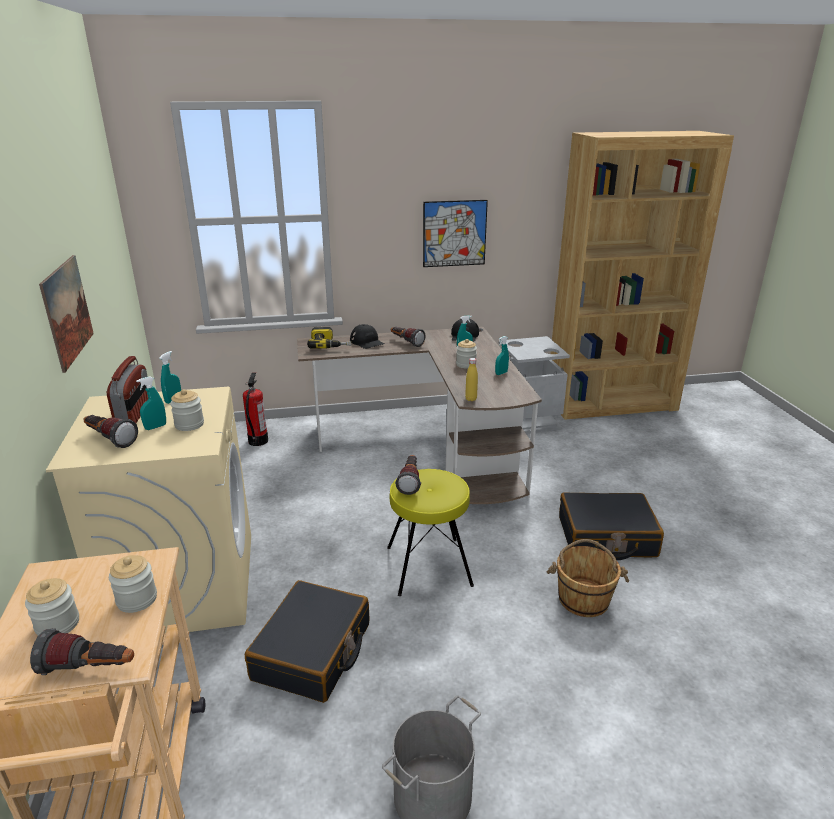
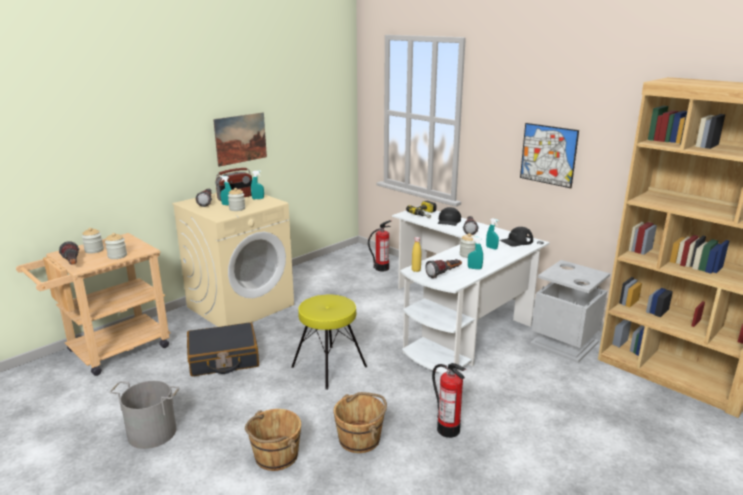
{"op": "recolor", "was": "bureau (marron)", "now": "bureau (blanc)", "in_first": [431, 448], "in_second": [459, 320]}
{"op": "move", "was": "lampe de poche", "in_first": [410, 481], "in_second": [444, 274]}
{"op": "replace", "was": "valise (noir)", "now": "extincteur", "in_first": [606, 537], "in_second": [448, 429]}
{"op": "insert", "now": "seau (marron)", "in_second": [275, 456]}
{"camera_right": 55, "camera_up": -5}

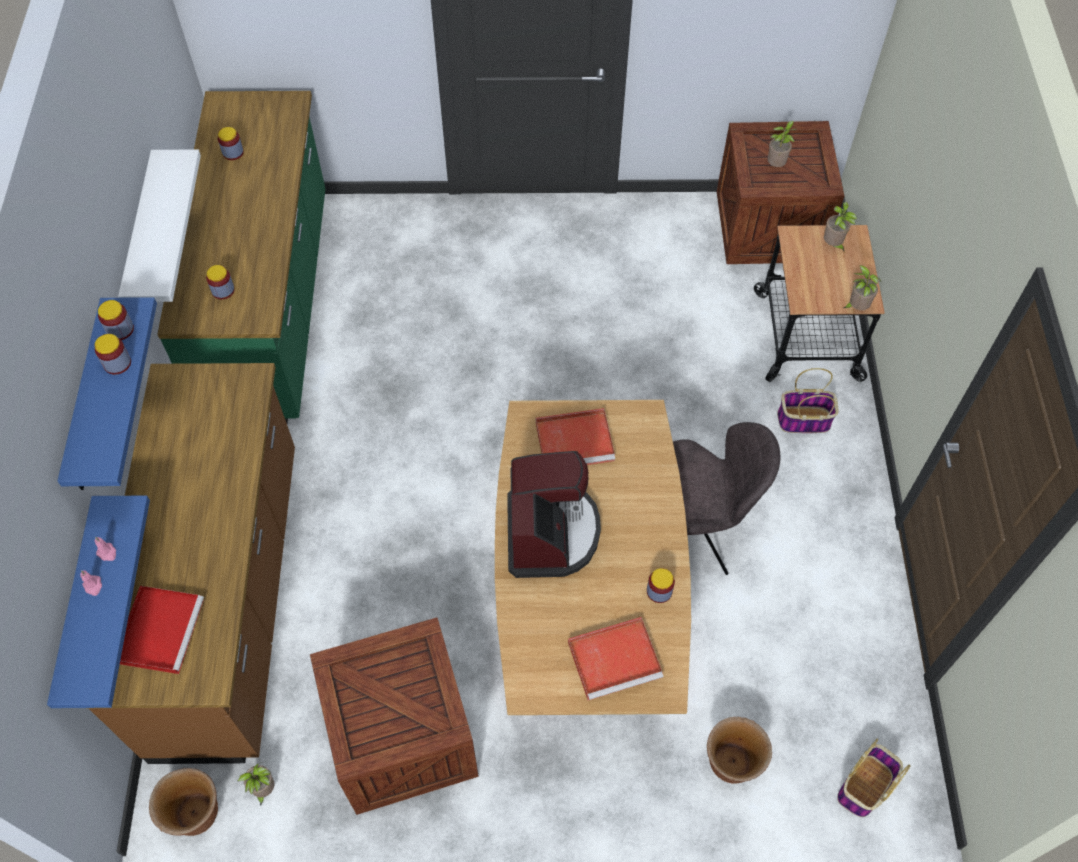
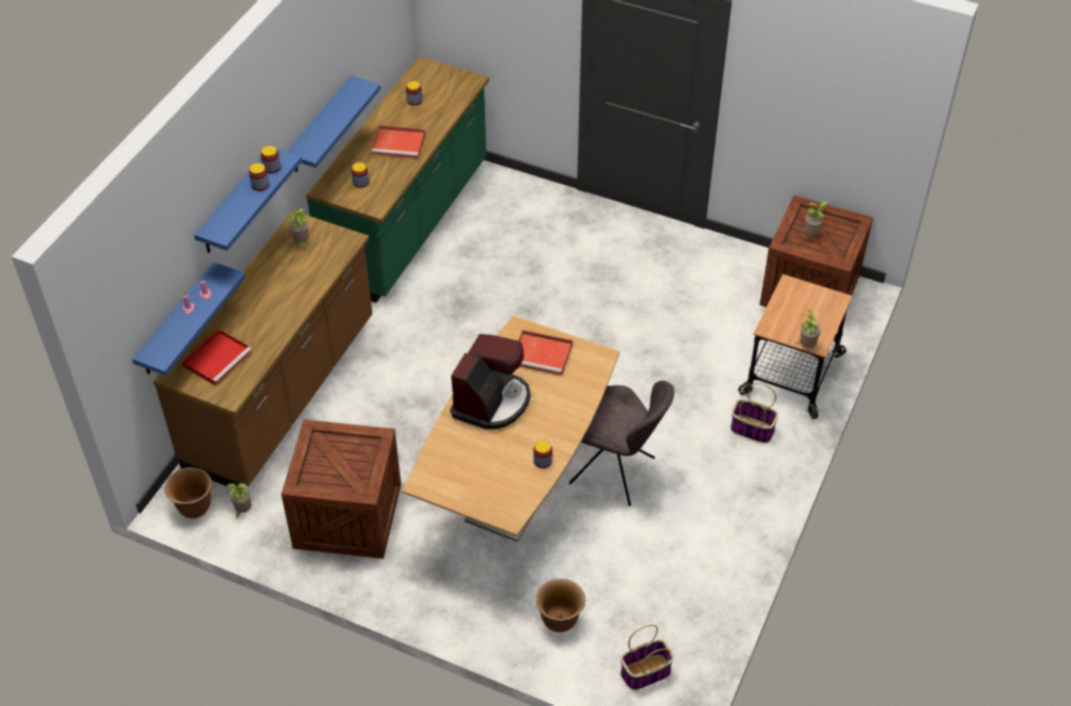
{"op": "recolor", "was": "étagère (blanc)", "now": "étagère (bleu)", "in_first": [142, 236], "in_second": [320, 126]}
{"op": "move", "was": "plateau (rouge)", "in_first": [616, 658], "in_second": [400, 144]}
{"op": "move", "was": "plante en pot", "in_first": [833, 245], "in_second": [301, 243]}
{"camera_right": 25, "camera_up": -10}

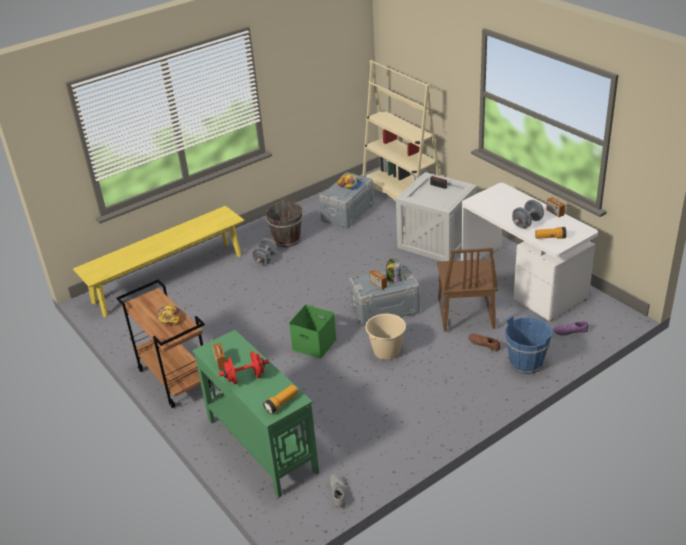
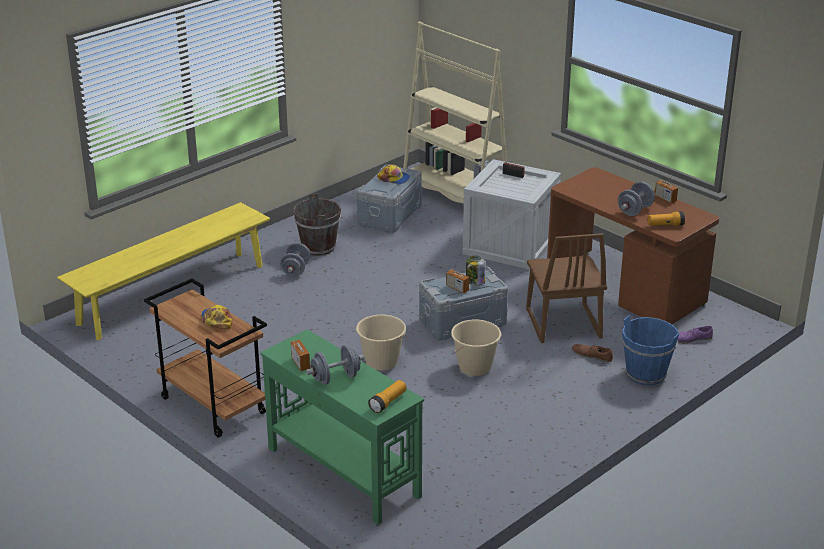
{"op": "recolor", "was": "haltère (rouge)", "now": "haltère (gris)", "in_first": [245, 377], "in_second": [335, 378]}
{"op": "replace", "was": "boîte de rangement (vert)", "now": "seau (beige)", "in_first": [313, 344], "in_second": [381, 362]}
{"op": "delete", "was": "chaussure (gris)", "in_first": [338, 493]}
{"op": "recolor", "was": "bureau (blanc)", "now": "bureau (marron)", "in_first": [523, 282], "in_second": [626, 289]}
{"camera_right": -10, "camera_up": -5}

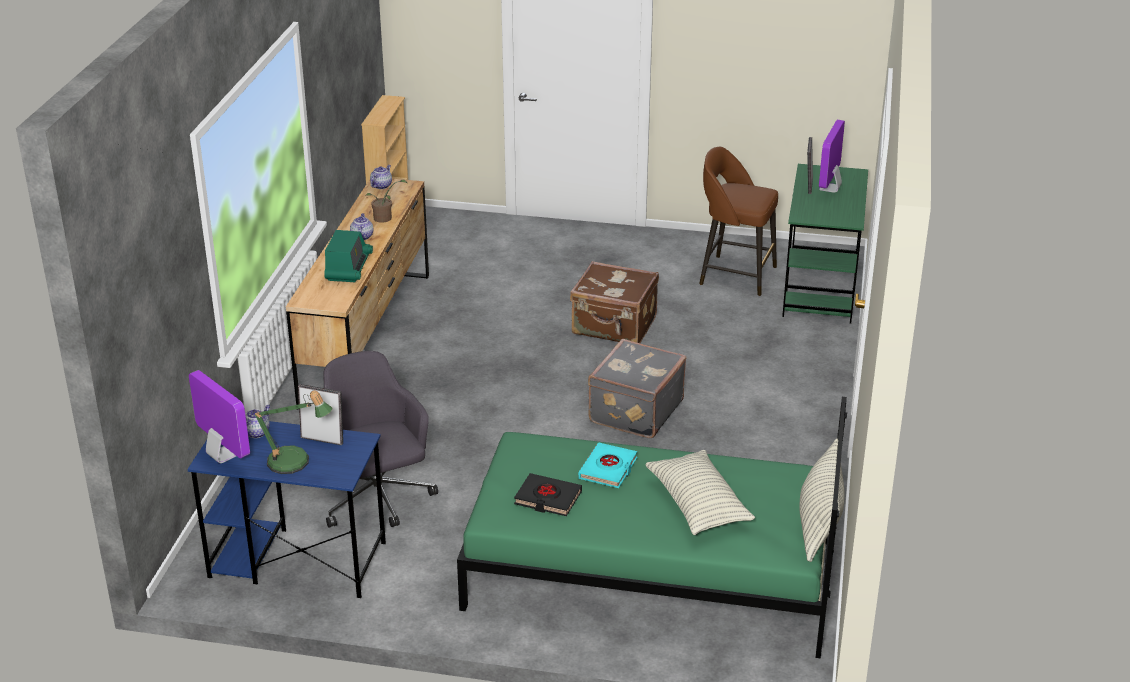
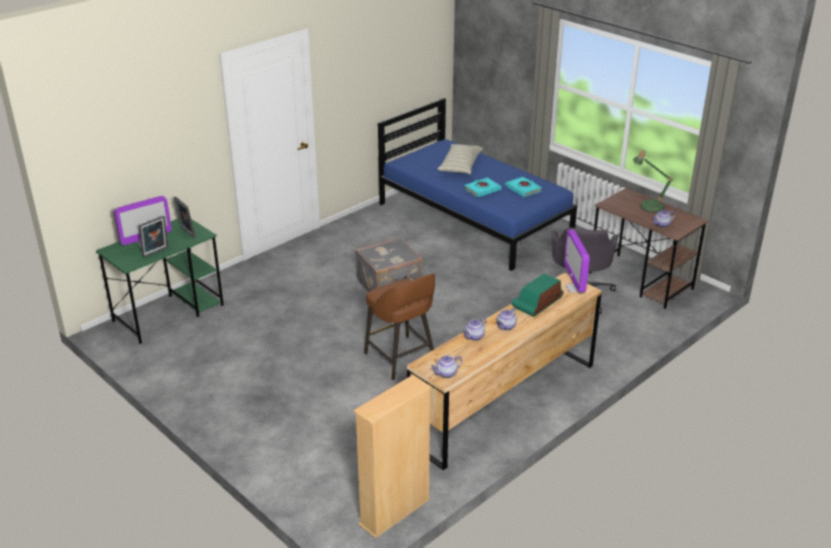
{"op": "recolor", "was": "bureau (bleu)", "now": "bureau (marron)", "in_first": [296, 560], "in_second": [641, 281]}
{"op": "move", "was": "écran d'ordinateur", "in_first": [222, 455], "in_second": [575, 288]}
{"op": "move", "was": "cadre photo", "in_first": [323, 439], "in_second": [186, 233]}
{"op": "replace", "was": "plante en pot", "now": "théière", "in_first": [385, 219], "in_second": [474, 337]}
{"op": "recolor", "was": "lit (vert)", "now": "lit (bleu)", "in_first": [650, 573], "in_second": [474, 219]}
{"op": "recolor", "was": "livre (noir)", "now": "livre (turquoise)", "in_first": [547, 499], "in_second": [523, 189]}
{"op": "delete", "was": "valise (marron)", "in_first": [614, 326]}
{"op": "move", "was": "tabouret (marron)", "in_first": [735, 275], "in_second": [401, 359]}
{"op": "delete", "was": "coussin", "in_first": [819, 524]}
{"camera_right": -145, "camera_up": 0}

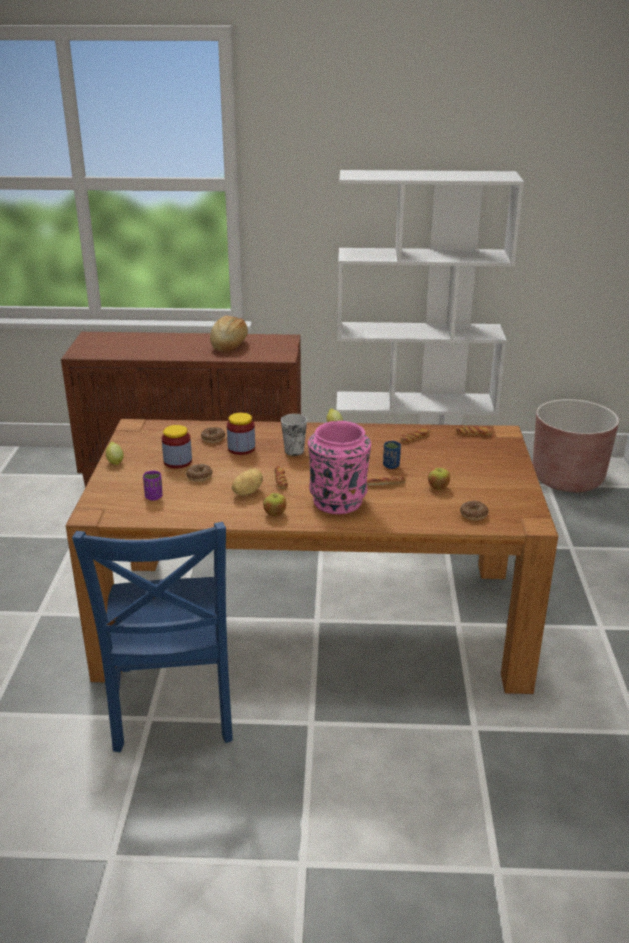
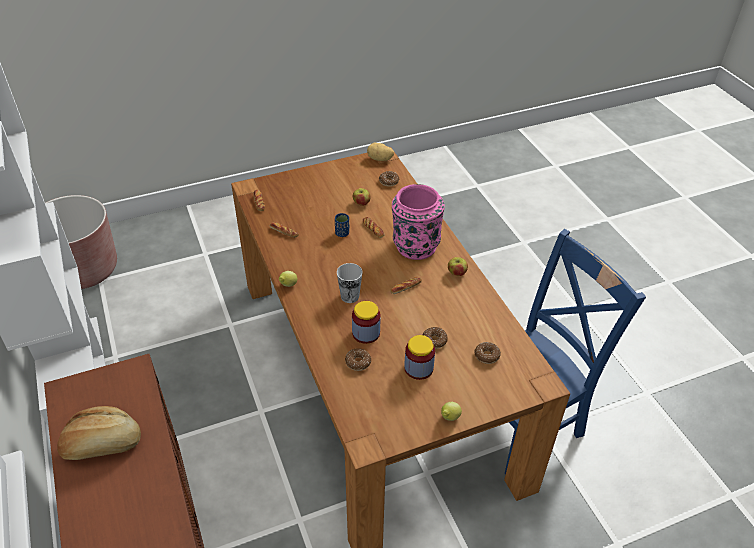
{"op": "replace", "was": "tasse (violet)", "now": "beignet", "in_first": [154, 497], "in_second": [487, 355]}
{"op": "move", "was": "pomme de terre", "in_first": [247, 492], "in_second": [380, 159]}
{"camera_right": -115, "camera_up": 15}

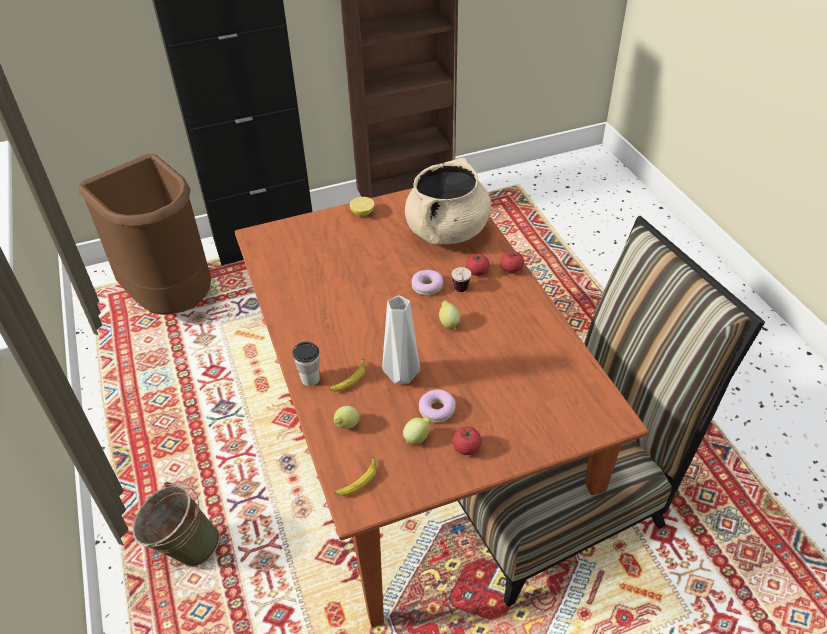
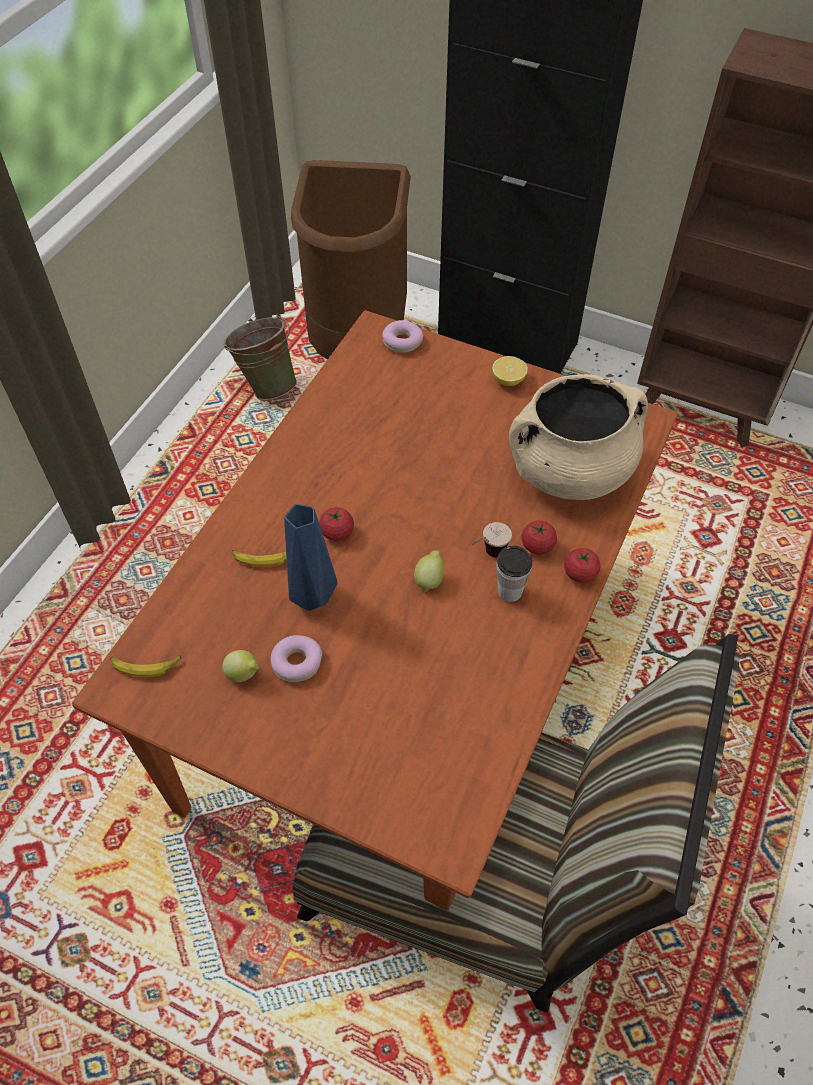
{"op": "move", "was": "seau (vert)", "in_first": [184, 549], "in_second": [266, 384]}
{"op": "move", "was": "tasse", "in_first": [310, 379], "in_second": [509, 591]}
{"op": "delete", "was": "citron", "in_first": [346, 426]}
{"op": "recolor", "was": "vase (gris)", "now": "vase (bleu)", "in_first": [401, 377], "in_second": [310, 598]}
{"op": "move", "was": "beignet", "in_first": [427, 286], "in_second": [402, 342]}
{"op": "move", "was": "tomate", "in_first": [466, 448], "in_second": [337, 532]}
{"camera_right": 45, "camera_up": 10}

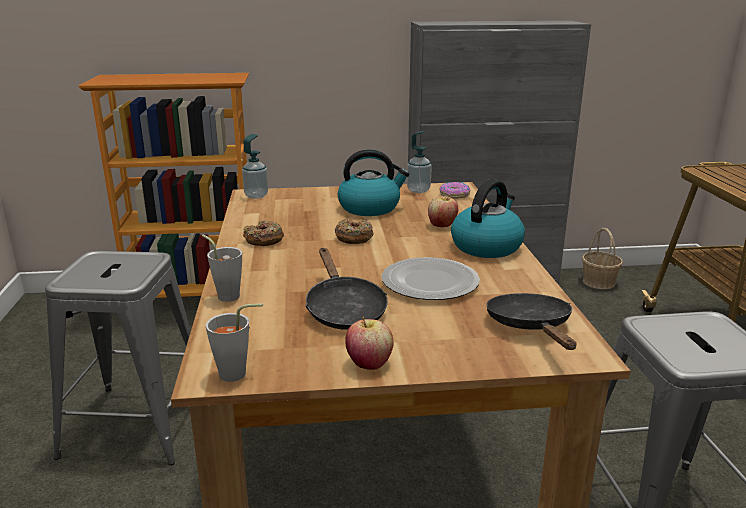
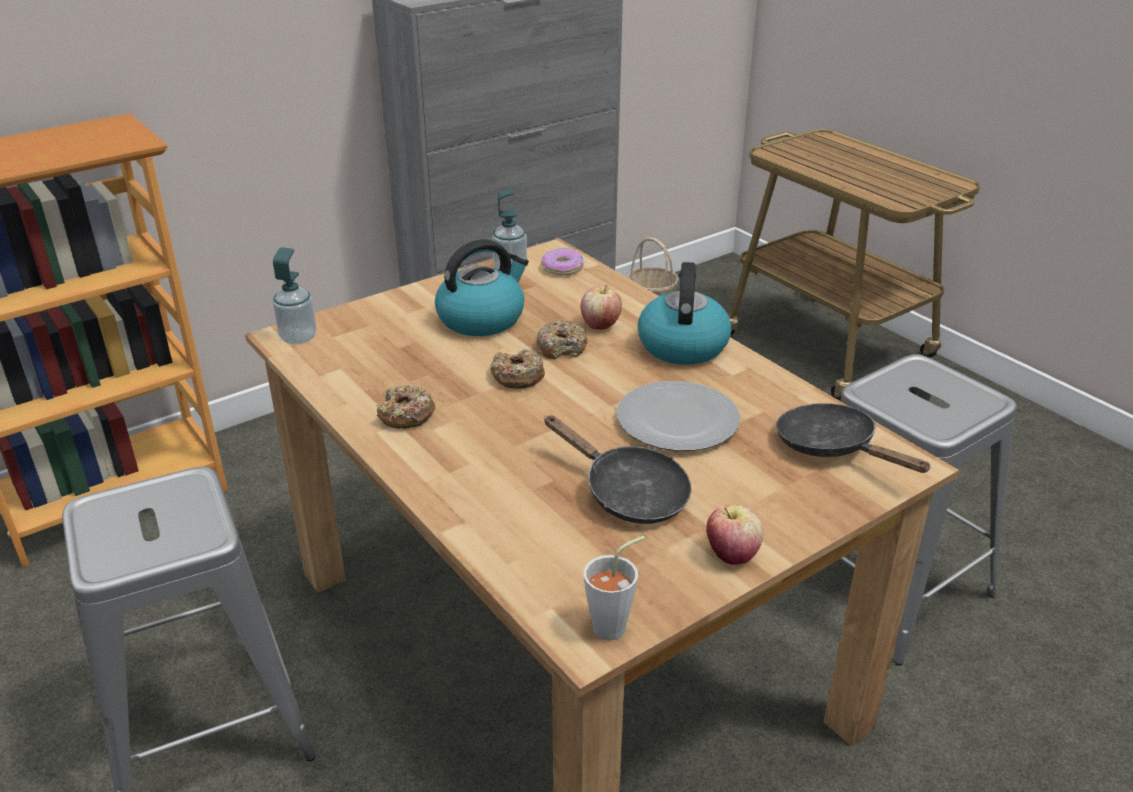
{"op": "delete", "was": "tasse (gris)", "in_first": [226, 295]}
{"op": "insert", "now": "beignet", "in_second": [562, 348]}
{"camera_right": -30, "camera_up": 10}

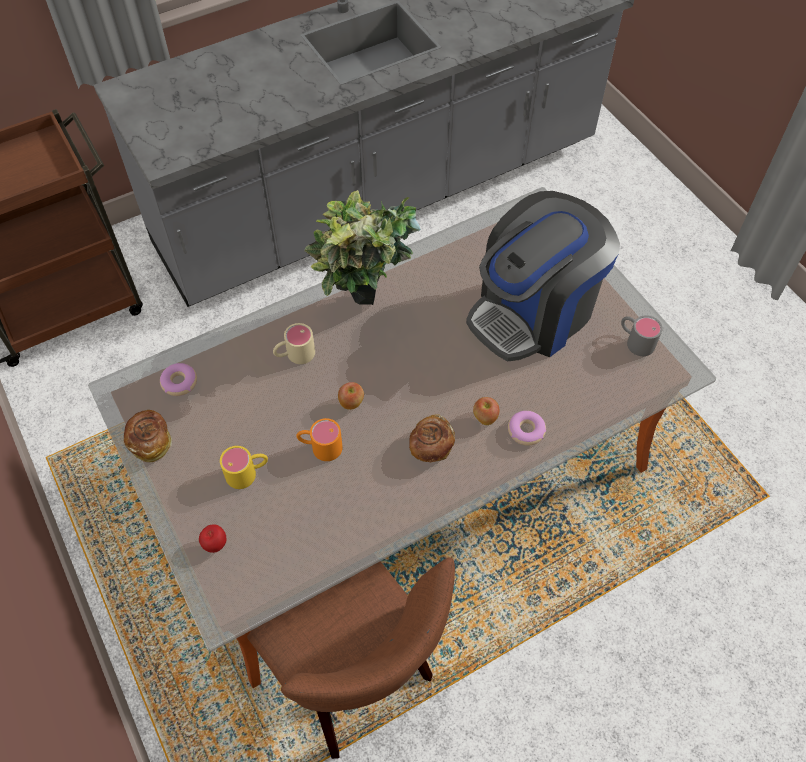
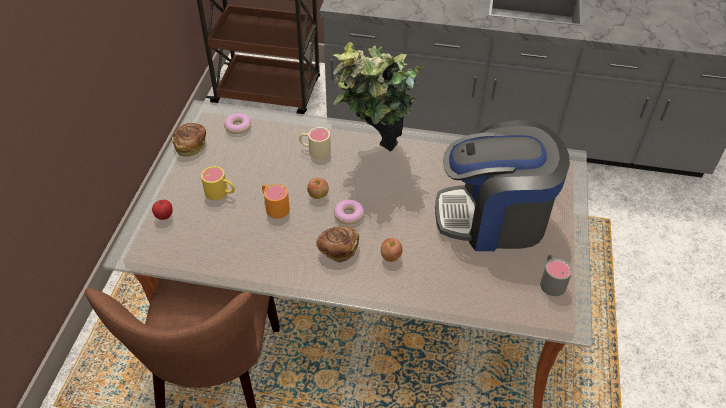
{"op": "move", "was": "beignet", "in_first": [526, 431], "in_second": [349, 215]}
{"camera_right": 40, "camera_up": -10}

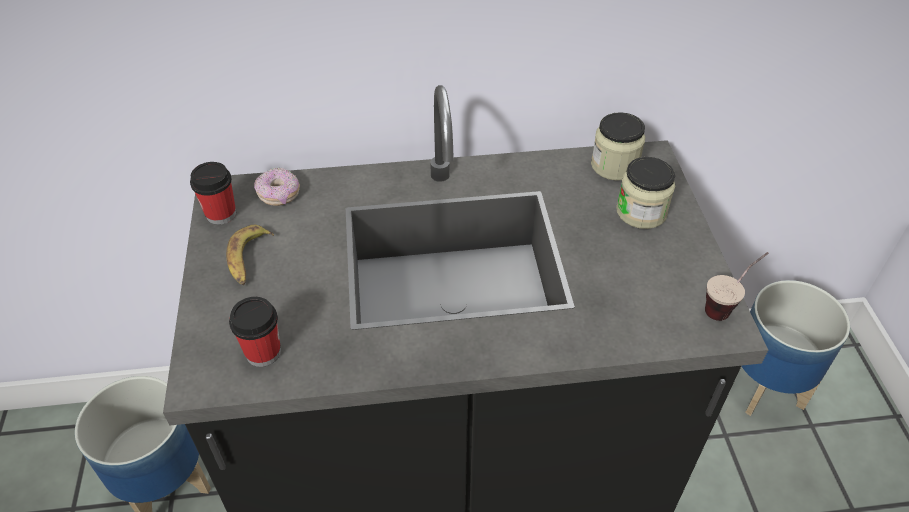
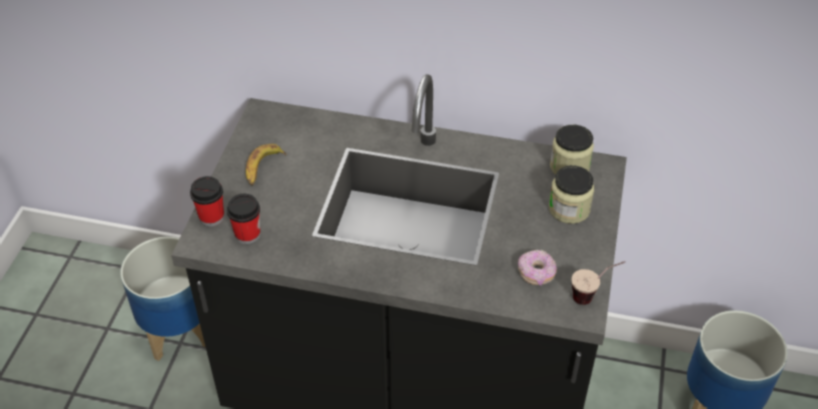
{"op": "move", "was": "tasse", "in_first": [221, 214], "in_second": [211, 217]}
{"op": "move", "was": "beignet", "in_first": [279, 194], "in_second": [536, 273]}
{"camera_right": 20, "camera_up": 0}

